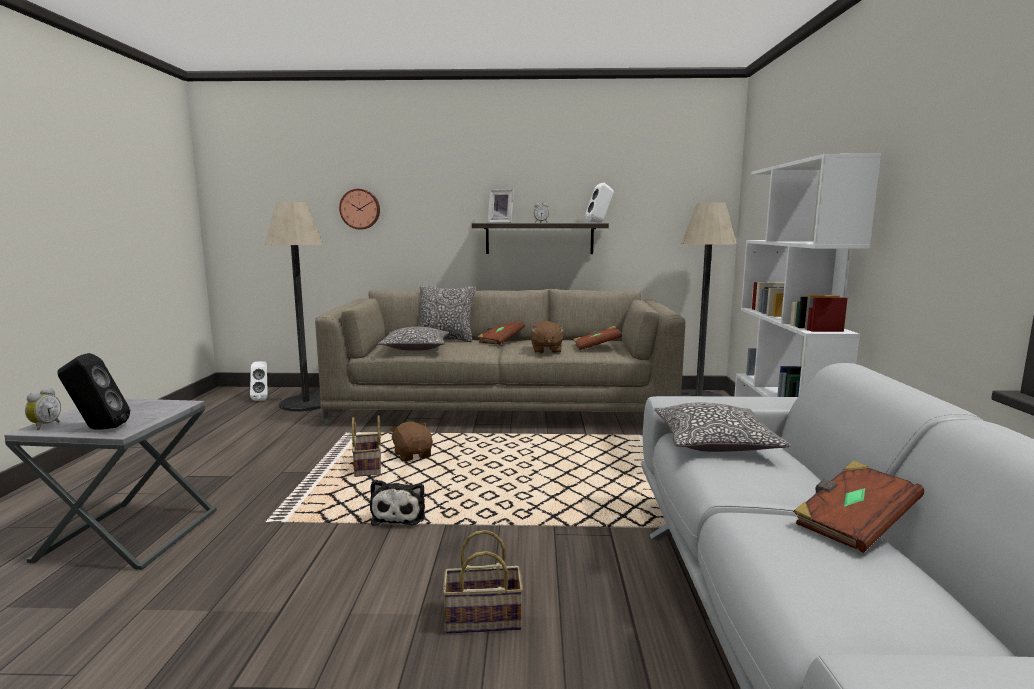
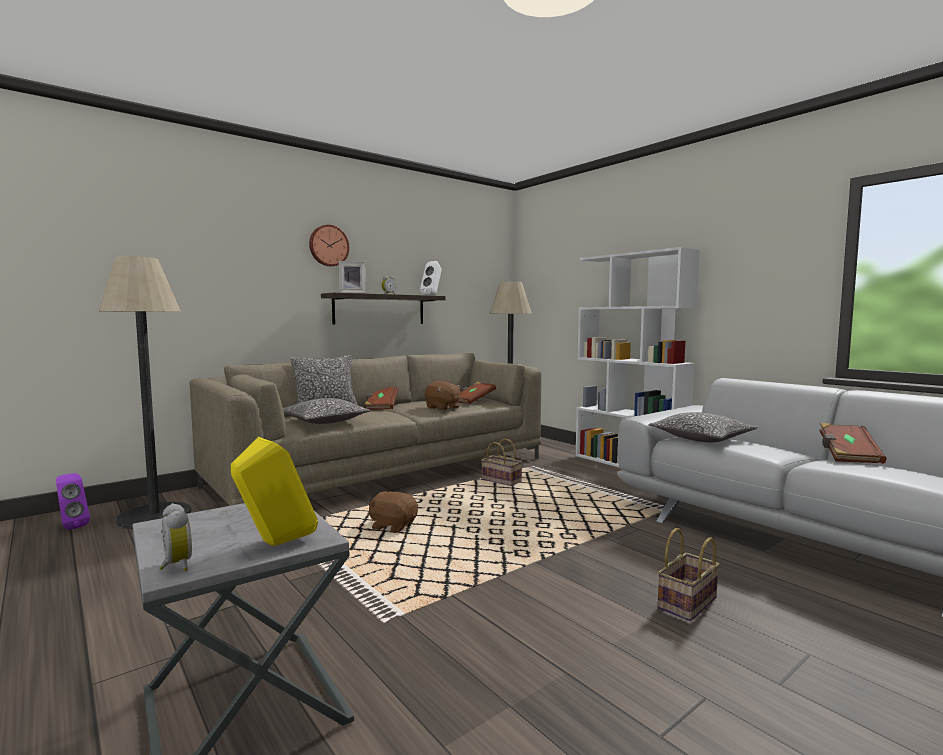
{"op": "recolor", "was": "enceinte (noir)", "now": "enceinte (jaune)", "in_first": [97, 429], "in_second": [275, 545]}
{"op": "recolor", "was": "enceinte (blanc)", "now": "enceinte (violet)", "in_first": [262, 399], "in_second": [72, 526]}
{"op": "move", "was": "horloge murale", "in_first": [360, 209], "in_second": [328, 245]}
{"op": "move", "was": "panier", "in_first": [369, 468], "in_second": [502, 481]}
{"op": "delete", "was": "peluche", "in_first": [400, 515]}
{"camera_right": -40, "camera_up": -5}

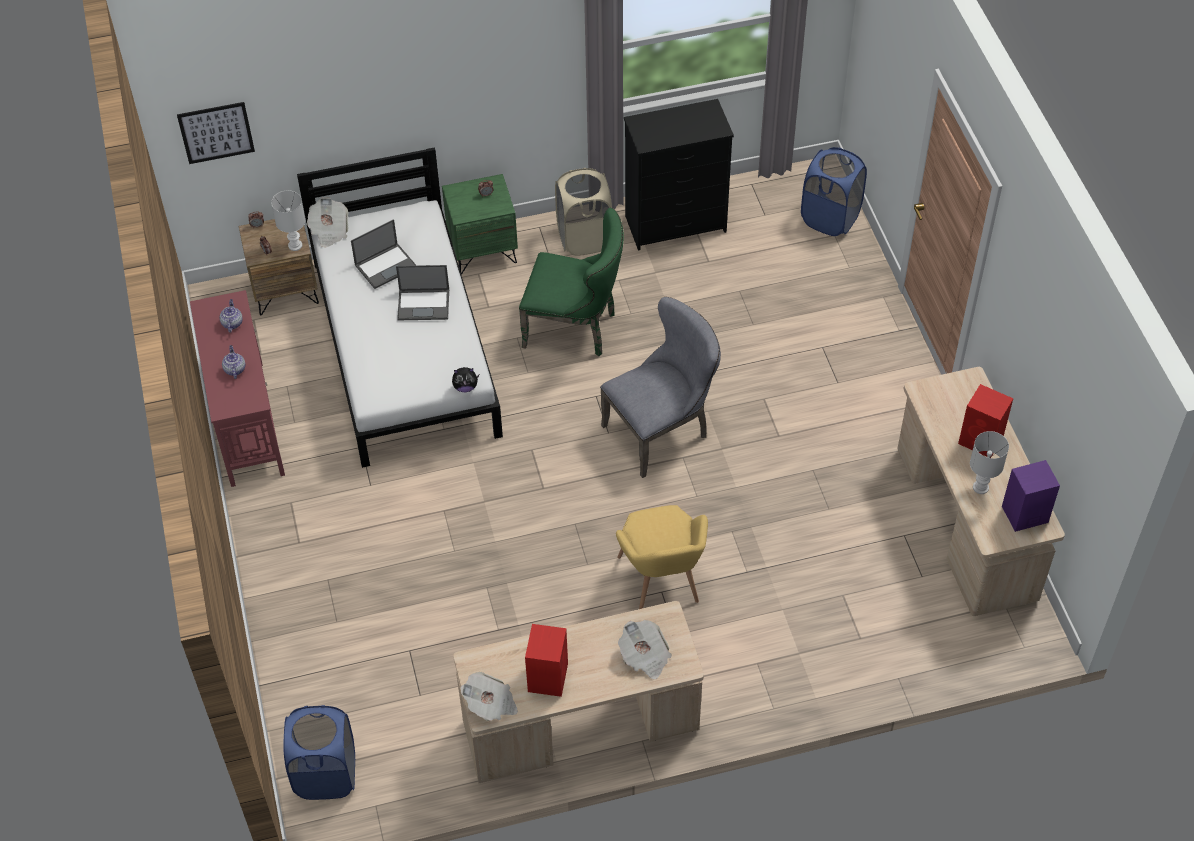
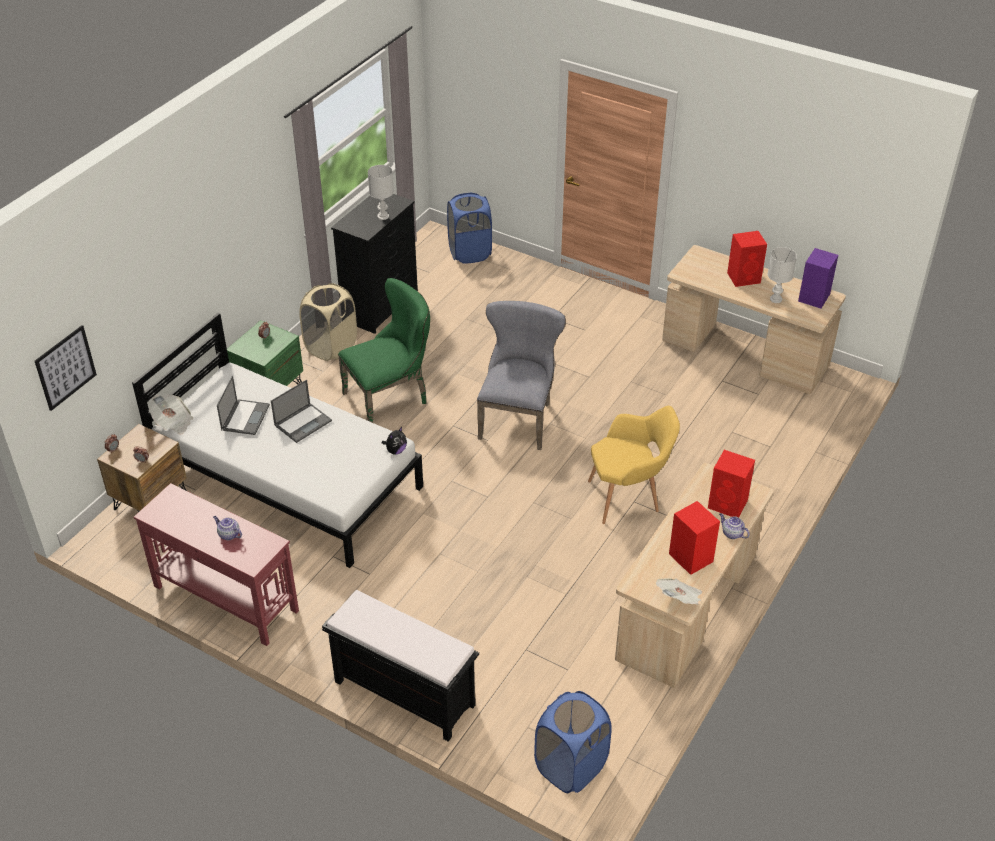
{"op": "move", "was": "théière", "in_first": [232, 323], "in_second": [732, 533]}
{"op": "move", "was": "lampe de table (blanc)", "in_first": [294, 246], "in_second": [383, 217]}
{"op": "rotate", "was": "fauteuil (jaune)", "in_first": [661, 584], "in_second": [629, 497], "clockwise": -45}
{"op": "replace", "was": "journal", "now": "enceinte (rouge)", "in_first": [645, 657], "in_second": [728, 504]}
{"op": "insert", "now": "banc (noir)", "in_second": [403, 693]}
{"camera_right": -45, "camera_up": -10}

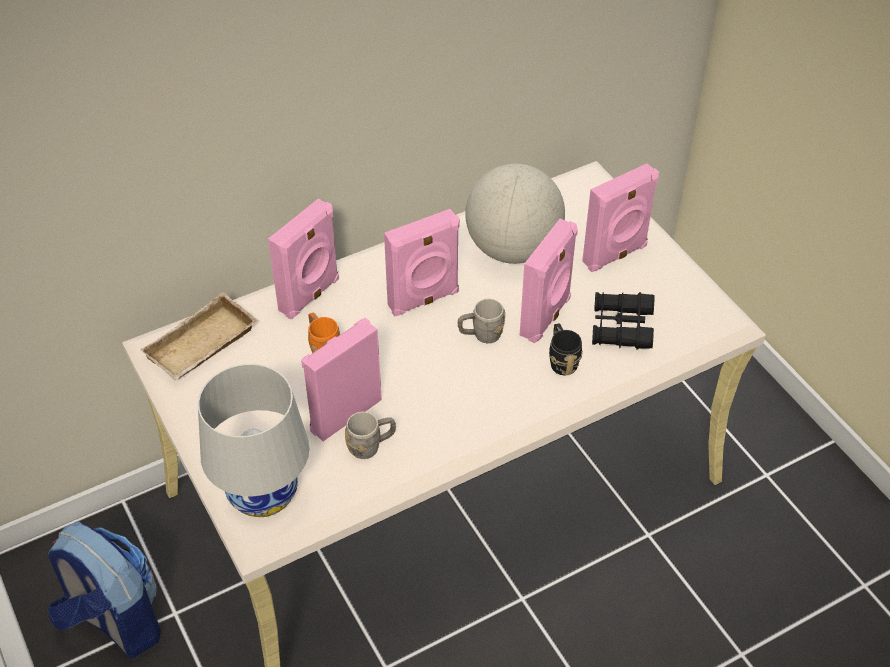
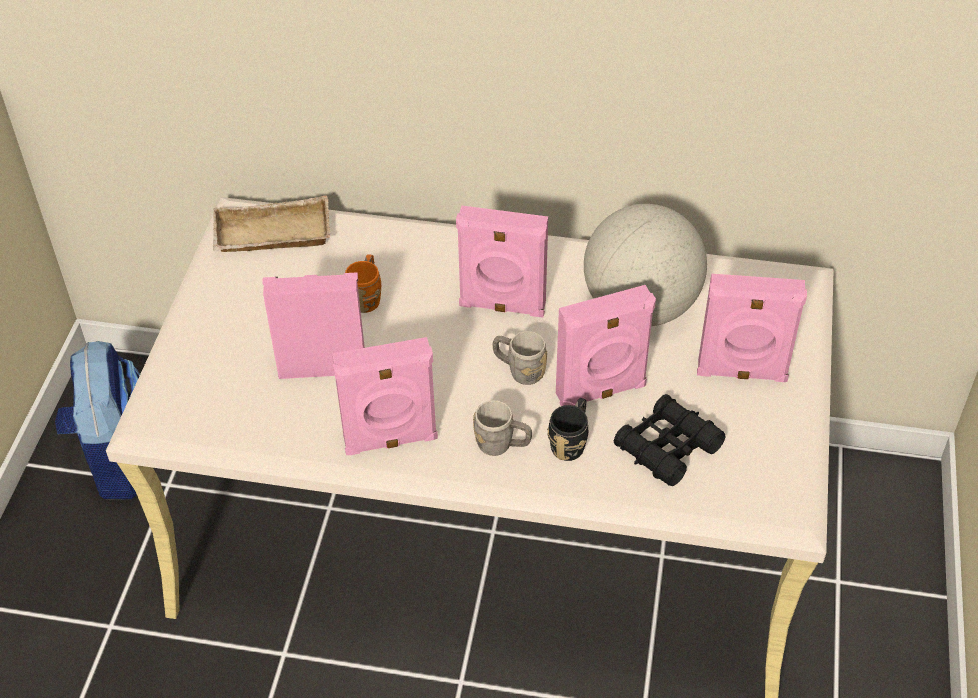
{"op": "delete", "was": "lampe de table (blanc)", "in_first": [263, 494]}
{"op": "move", "was": "enceinte (rose)", "in_first": [310, 296], "in_second": [390, 441]}
{"op": "move", "was": "mug (gris)", "in_first": [371, 446], "in_second": [502, 445]}
{"camera_right": 40, "camera_up": 0}

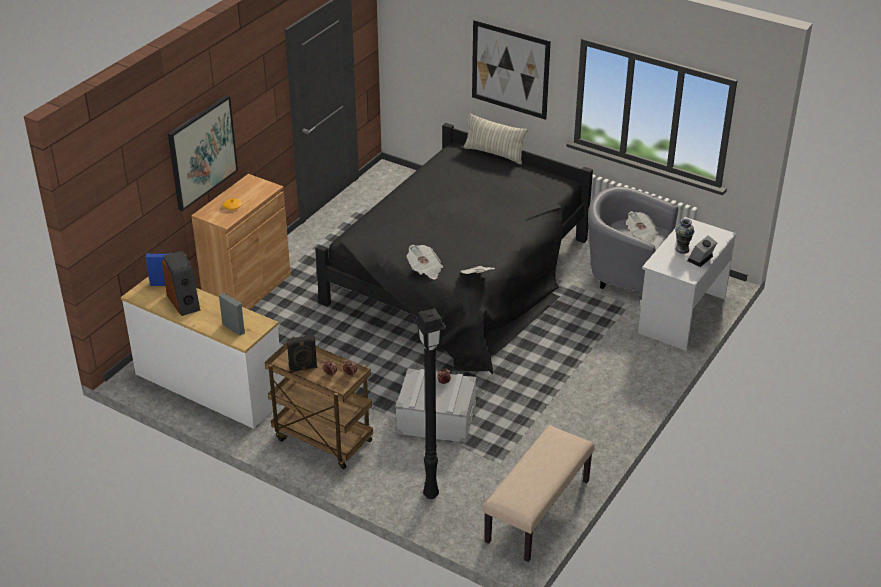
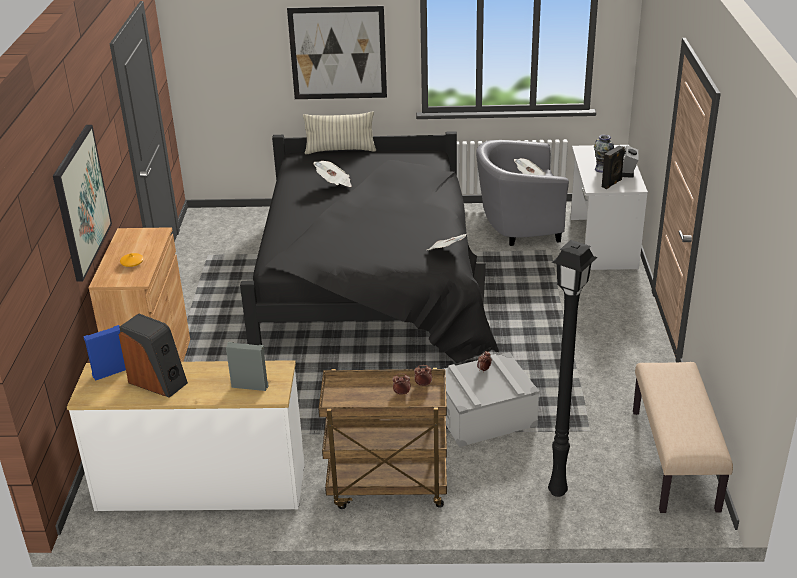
{"op": "move", "was": "enceinte (noir)", "in_first": [303, 368], "in_second": [612, 184]}
{"op": "move", "was": "journal", "in_first": [425, 270], "in_second": [334, 183]}
{"camera_right": -30, "camera_up": -5}

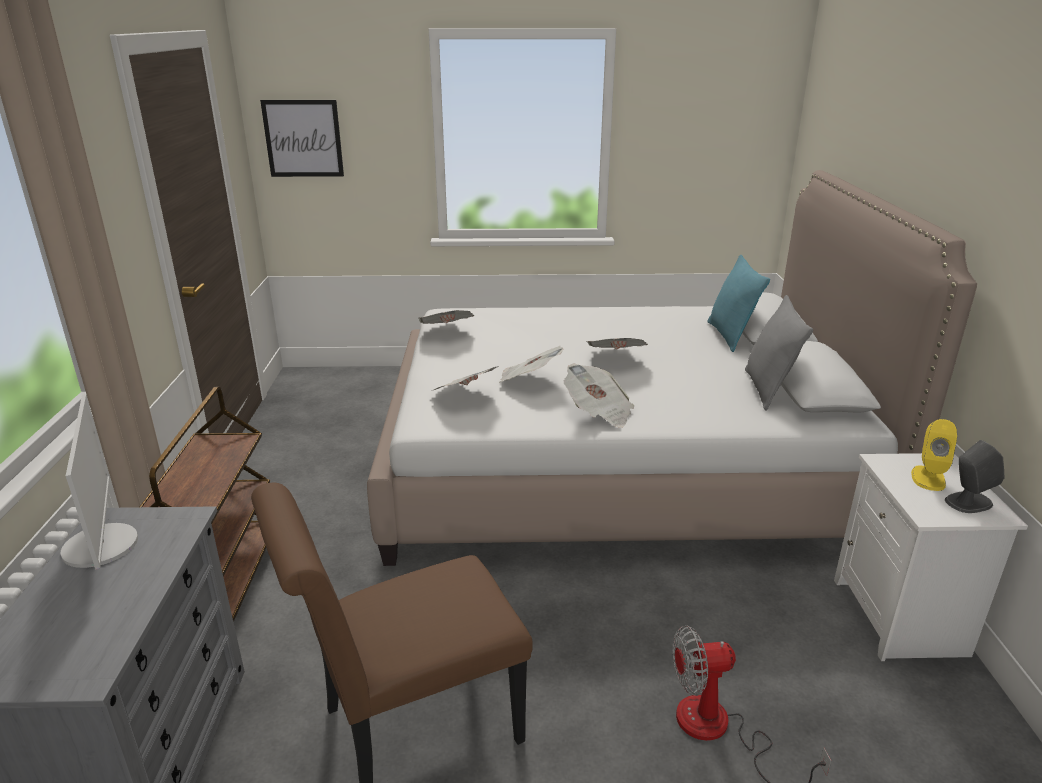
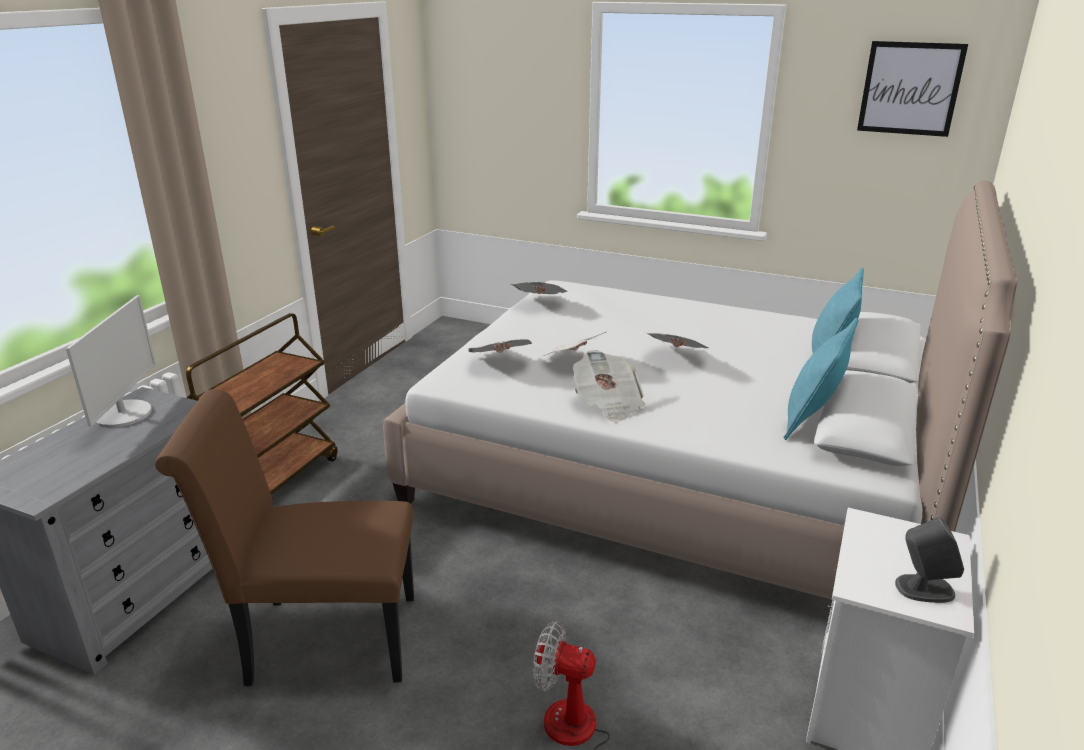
{"op": "move", "was": "tableau", "in_first": [303, 138], "in_second": [910, 88]}
{"op": "recolor", "was": "coussin (gris)", "now": "coussin (turquoise)", "in_first": [768, 390], "in_second": [811, 420]}
{"op": "delete", "was": "enceinte (jaune)", "in_first": [928, 478]}
{"camera_right": 25, "camera_up": 0}

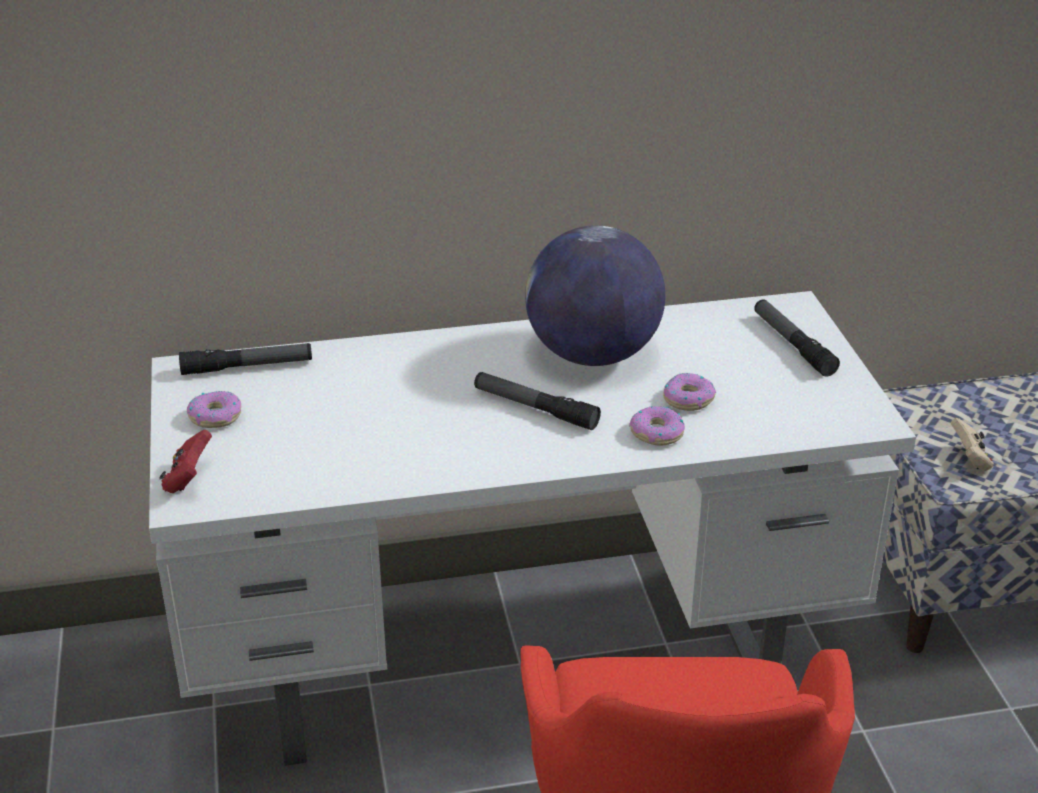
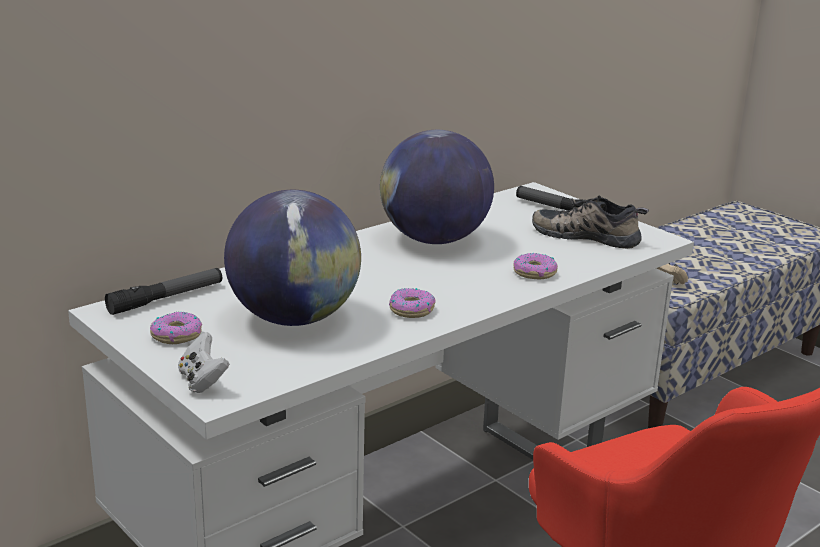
{"op": "recolor", "was": "manette (rouge)", "now": "manette (blanc)", "in_first": [188, 479], "in_second": [202, 381]}
{"op": "delete", "was": "lampe de poche", "in_first": [535, 408]}
{"op": "move", "was": "beignet", "in_first": [688, 399], "in_second": [411, 309]}
{"op": "insert", "now": "globe", "in_second": [294, 318]}
{"op": "insert", "now": "chaussure", "in_second": [587, 235]}
{"camera_right": -30, "camera_up": -10}

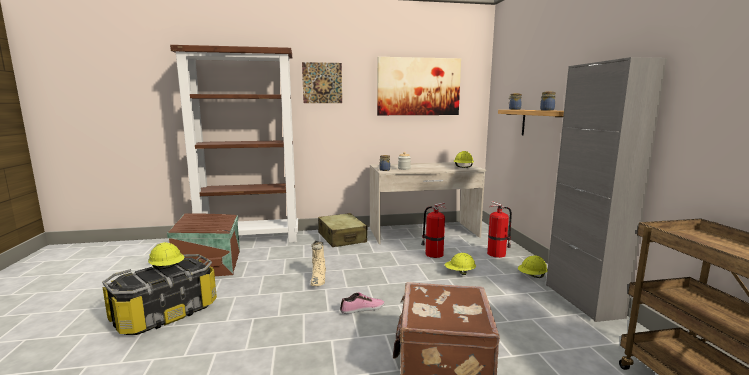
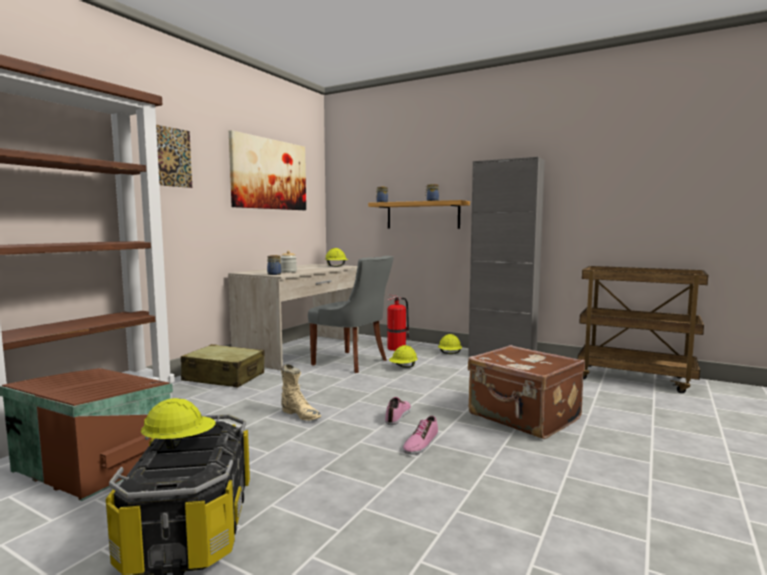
{"op": "replace", "was": "extincteur", "now": "chaise (gris)", "in_first": [433, 254], "in_second": [352, 362]}
{"op": "insert", "now": "chaussure", "in_second": [420, 443]}
{"camera_right": -50, "camera_up": -5}

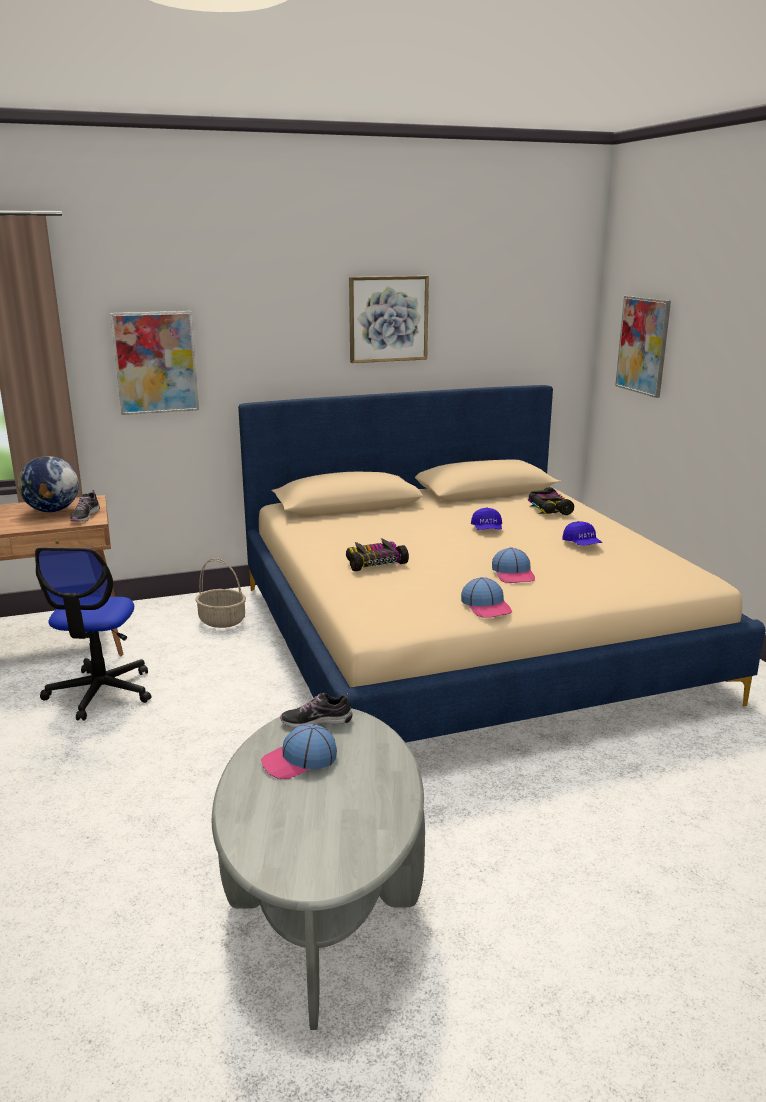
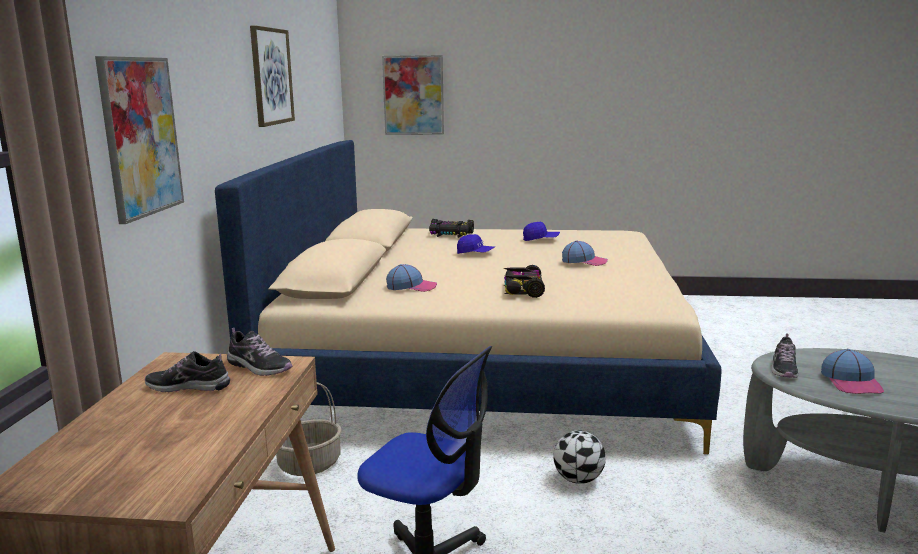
{"op": "replace", "was": "globe", "now": "chaussure", "in_first": [52, 511], "in_second": [189, 387]}
{"op": "move", "was": "casquette", "in_first": [486, 606], "in_second": [411, 286]}
{"op": "insert", "now": "ballon de foot", "in_second": [578, 479]}
{"camera_right": -65, "camera_up": -5}

